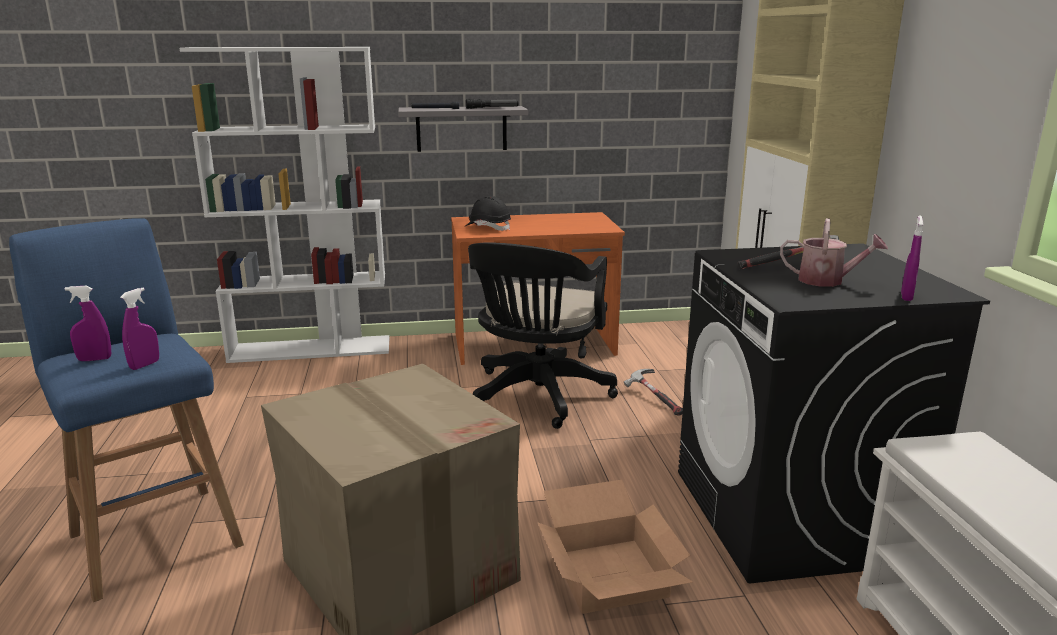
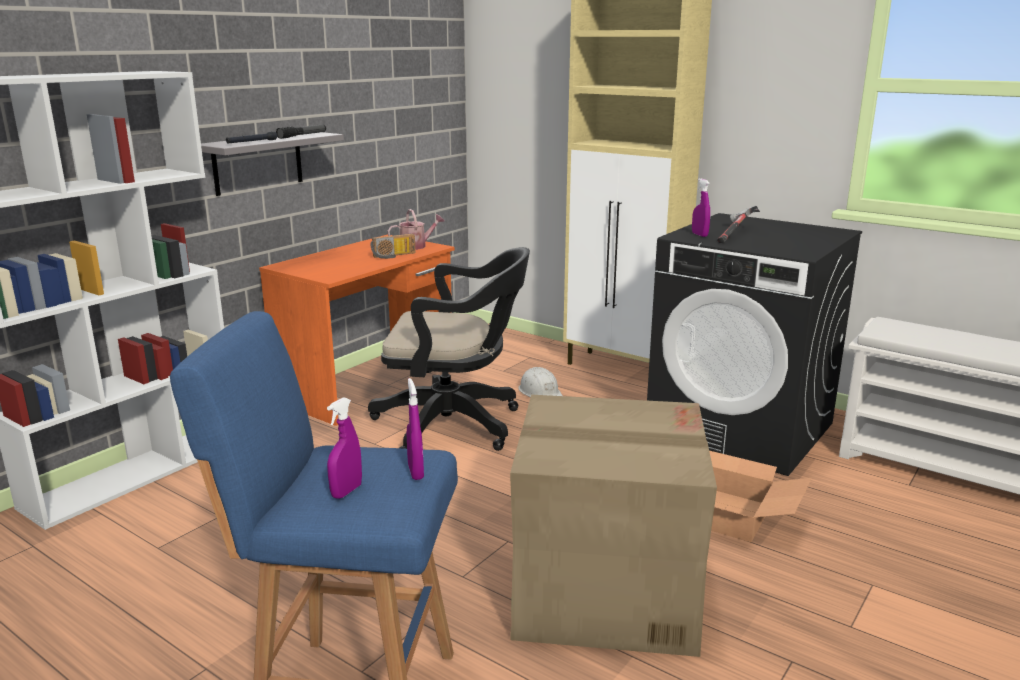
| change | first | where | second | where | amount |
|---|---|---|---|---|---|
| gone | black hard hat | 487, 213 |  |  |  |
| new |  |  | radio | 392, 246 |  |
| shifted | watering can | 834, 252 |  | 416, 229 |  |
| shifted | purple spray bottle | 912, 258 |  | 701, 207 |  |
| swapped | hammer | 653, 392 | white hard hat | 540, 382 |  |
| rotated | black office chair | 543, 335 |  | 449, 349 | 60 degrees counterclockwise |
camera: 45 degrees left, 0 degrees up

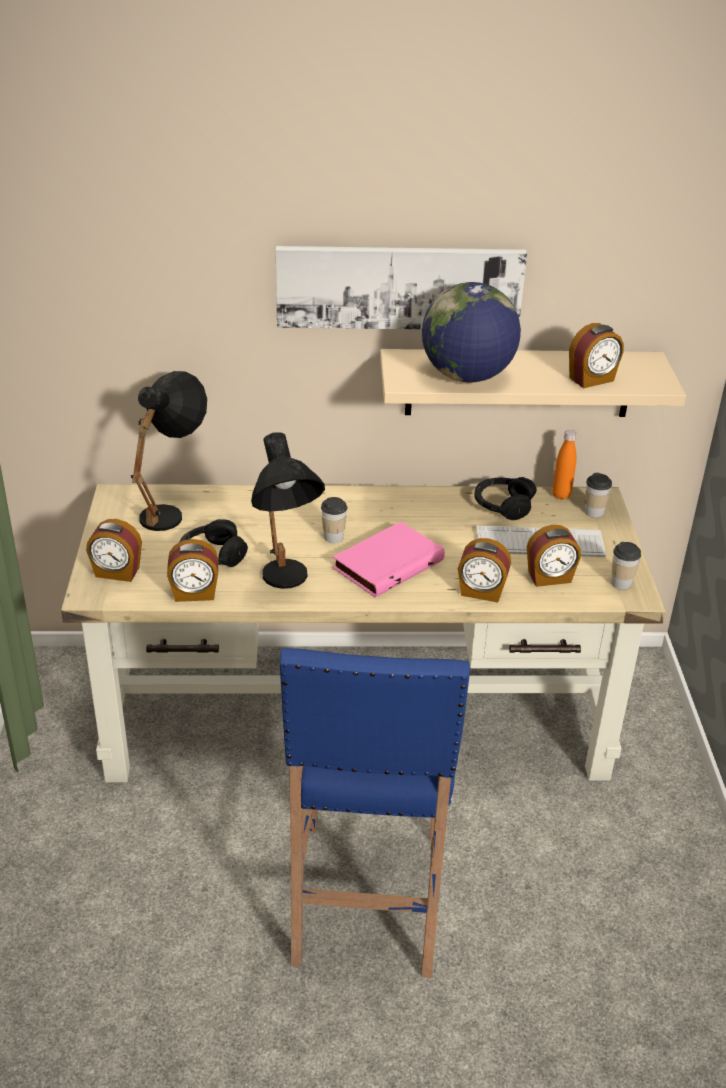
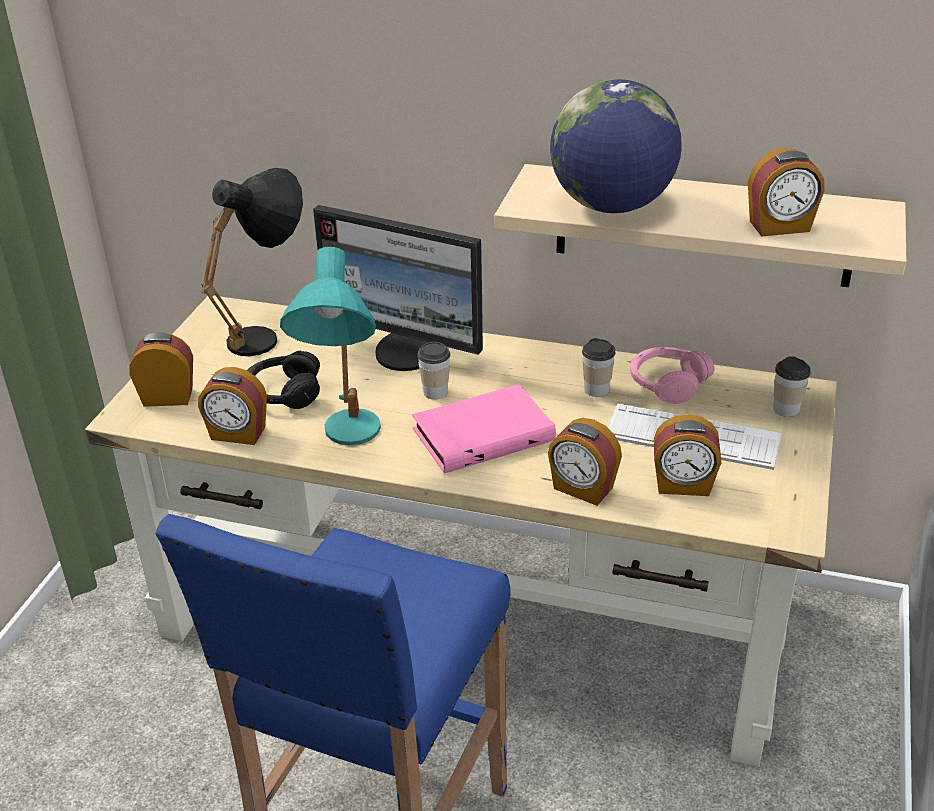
| change | first | where | second | where | amount |
|---|---|---|---|---|---|
| gone | picture | 401, 288 |  |  |  |
| gone | orange bottle | 564, 465 |  |  |  |
| new |  |  | monitor | 398, 288 |  |
| shifted | cup | 626, 566 |  | 599, 367 |  |
| repainted | black table lamp | 288, 510 | turquoise table lamp | 330, 346 |  |
| repainted | black headphones | 505, 498 | pink headphones | 672, 375 |  |
| rotated | alarm clock | 114, 550 |  | 161, 369 | 150 degrees clockwise |
camera: 20 degrees right, 0 degrees up

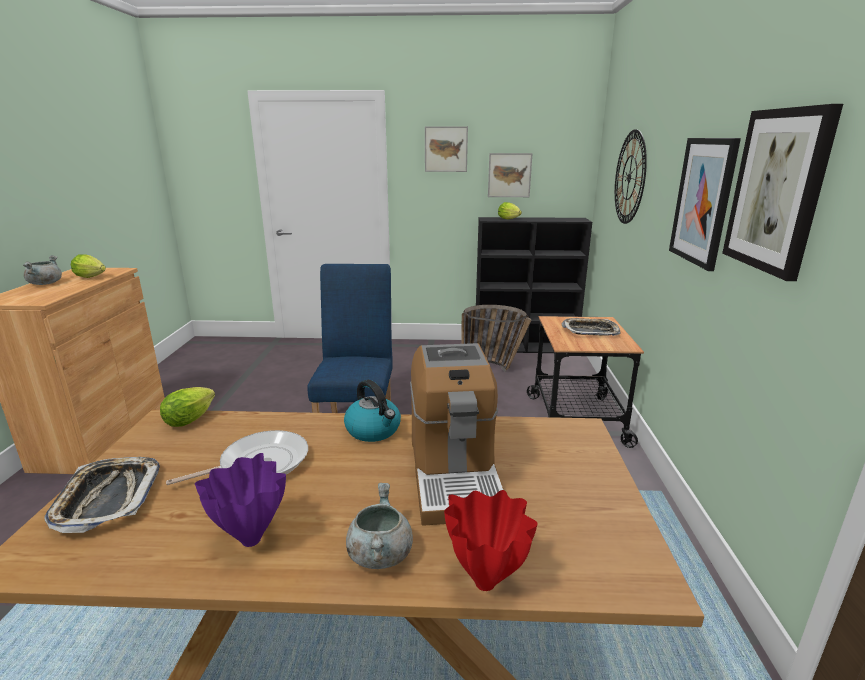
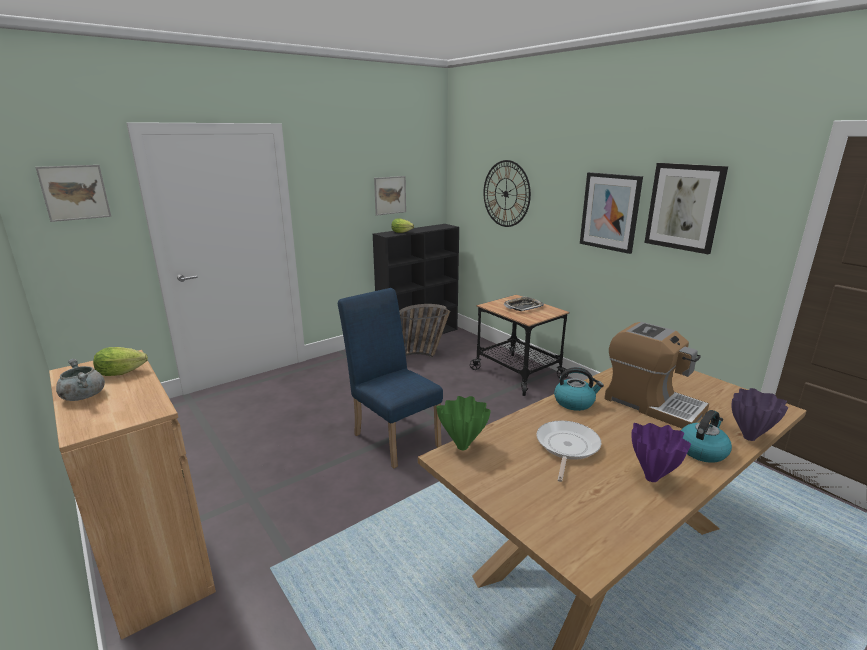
| change | first | where | second | where | amount |
|---|---|---|---|---|---|
| gone | tray | 102, 495 |  |  |  |
| shifted | picture | 446, 149 |  | 73, 193 |  |
| swapped | lettuce | 187, 407 | green vase | 463, 423 |  |
| swapped | grey cooking pot | 379, 526 | kettle | 706, 436 |  |
| repainted | red vase | 491, 540 | purple vase | 760, 414 |  |
camera: 40 degrees left, 0 degrees up

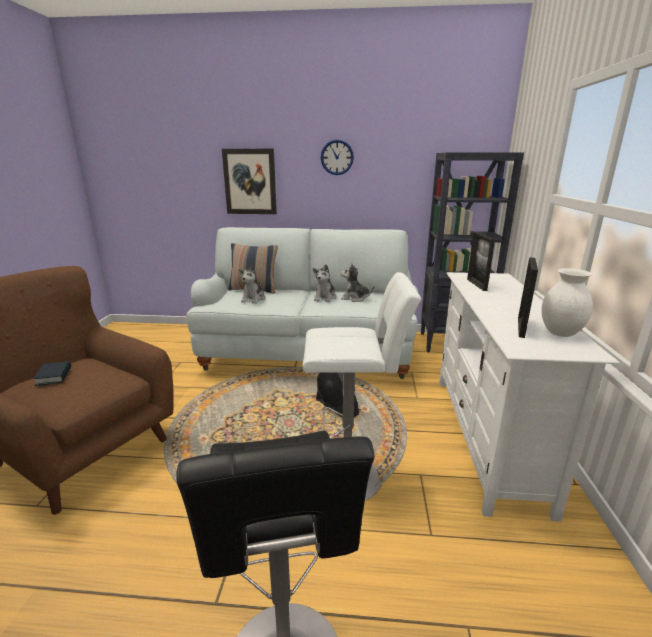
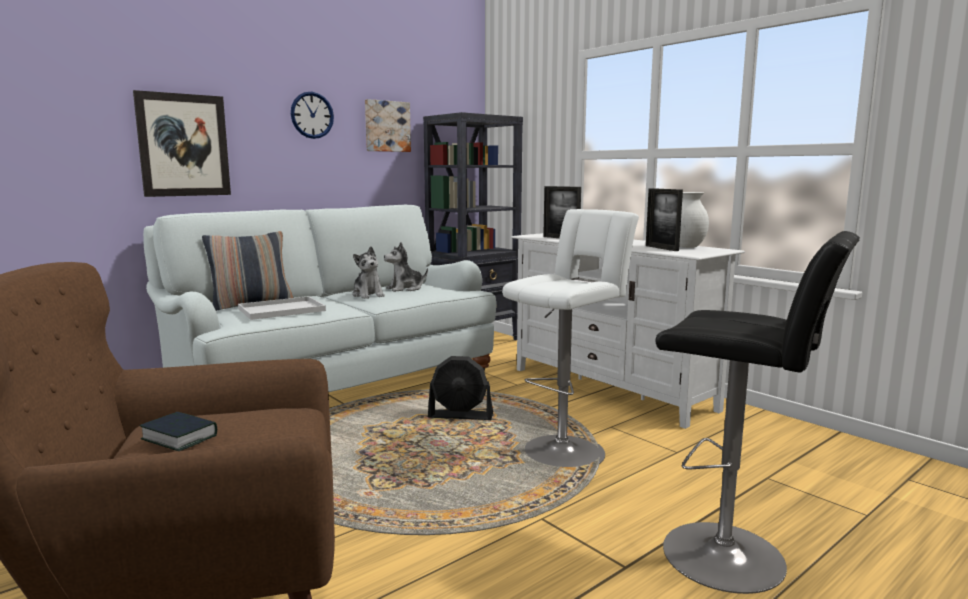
| change | first | where | second | where | amount |
|---|---|---|---|---|---|
| new |  |  | picture | 388, 125 |  |
| swapped | plush toy | 252, 284 | white tray | 282, 308 |  |
camera: 45 degrees left, 10 degrees down

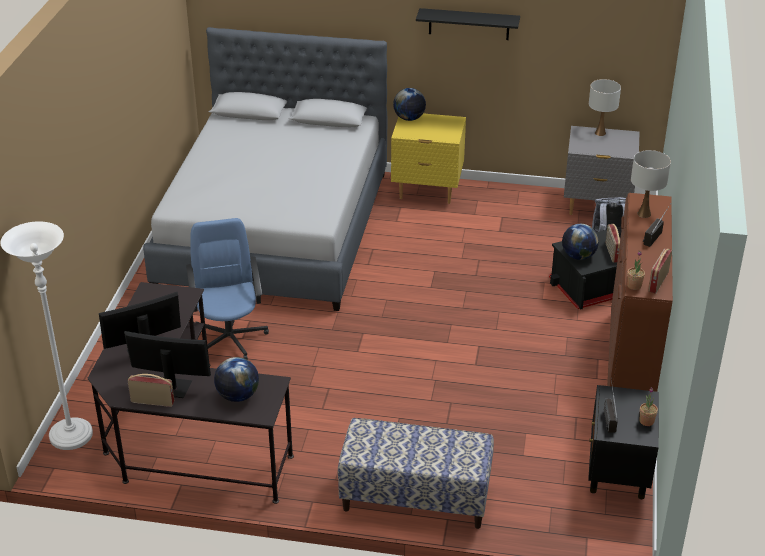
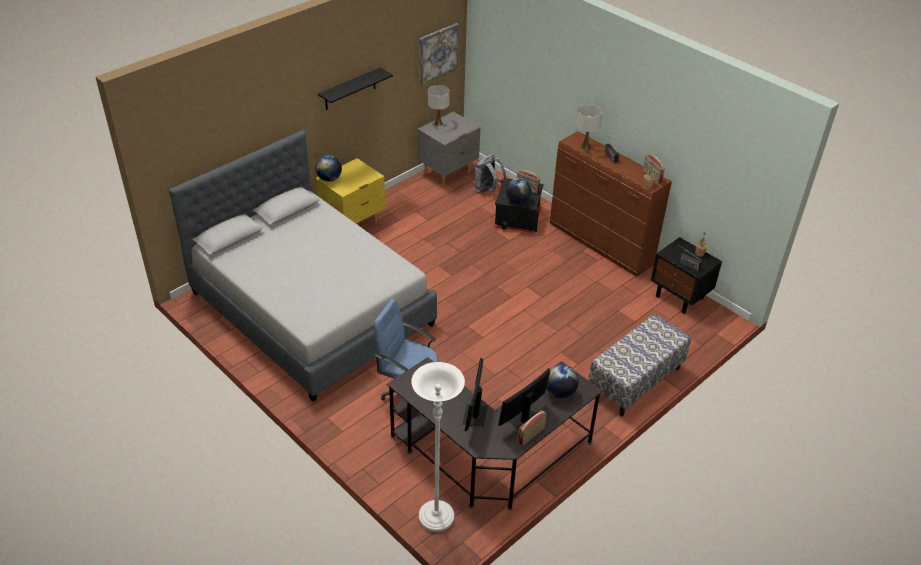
| change | first | where | second | where | amount |
|---|---|---|---|---|---|
| new |  |  | picture | 439, 54 |  |
camera: 55 degrees left, 5 degrees up

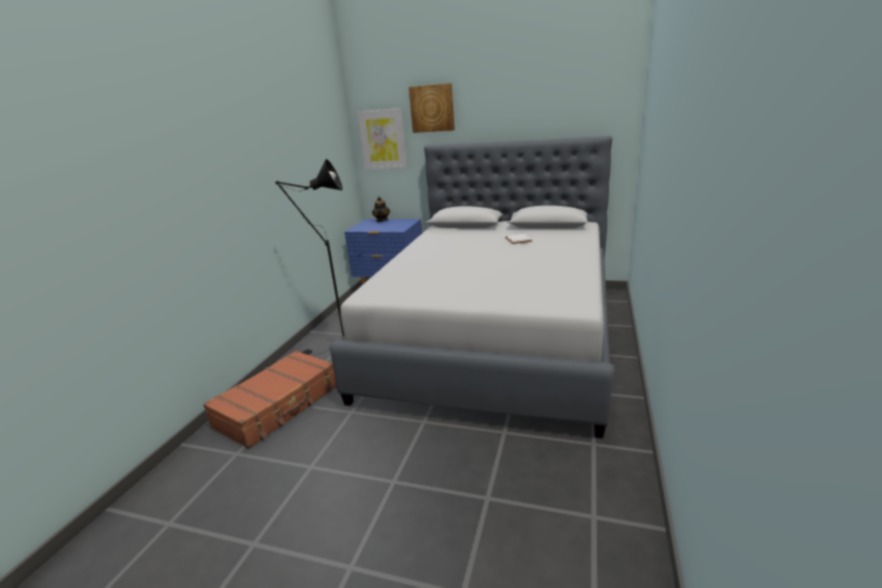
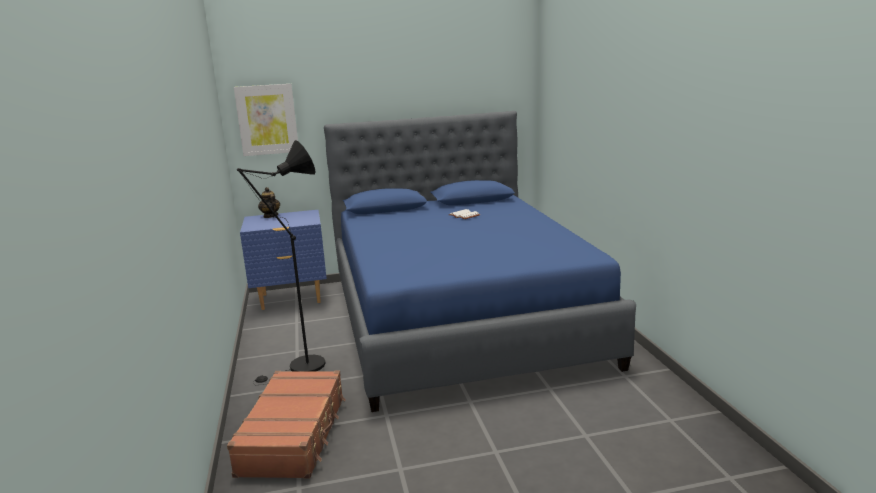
| change | first | where | second | where | amount |
|---|---|---|---|---|---|
| gone | picture | 432, 108 |  |  |  |
| repainted | grey bed | 472, 287 | blue bed | 480, 261 |  |
camera: 30 degrees left, 5 degrees down

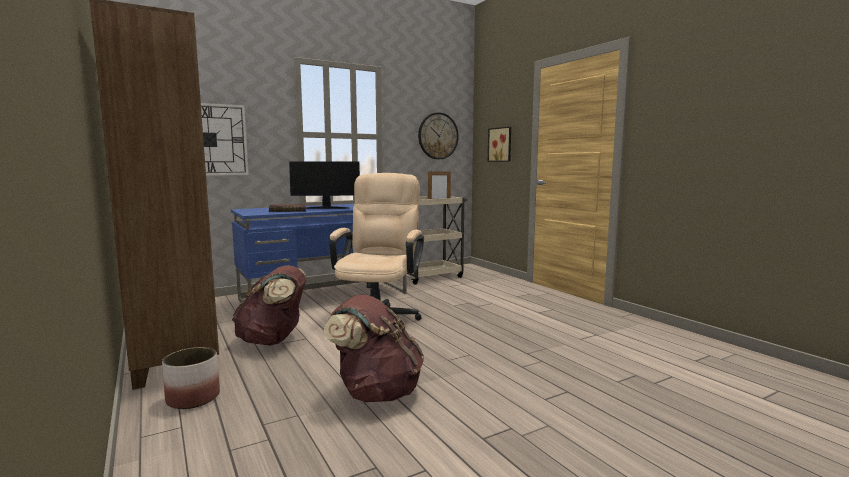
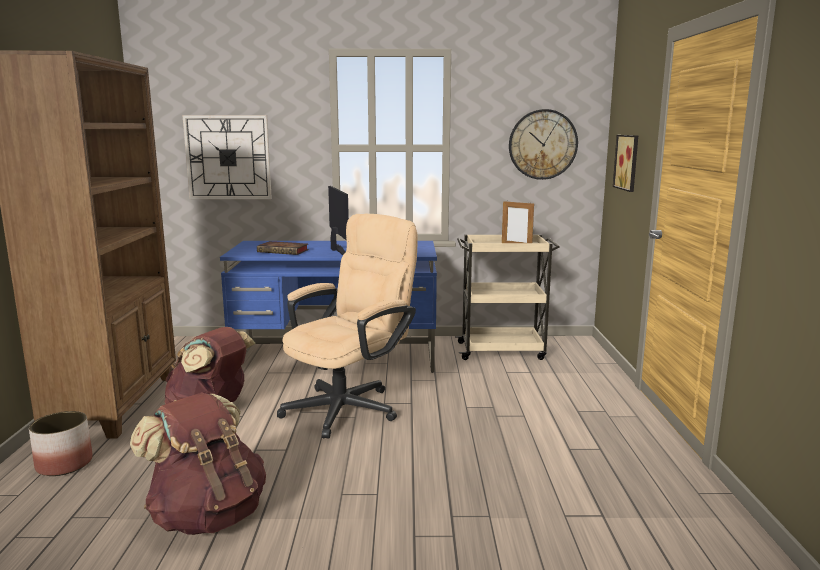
| change | first | where | second | where | amount |
|---|---|---|---|---|---|
| rotated | monitor | 324, 185 |  | 338, 220 | 135 degrees counterclockwise |
camera: 30 degrees right, 5 degrees up

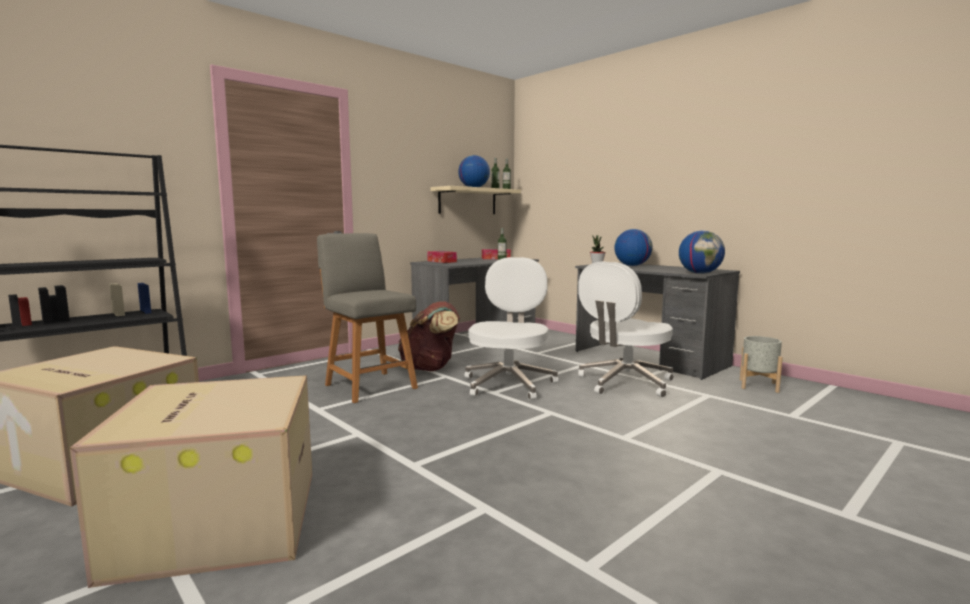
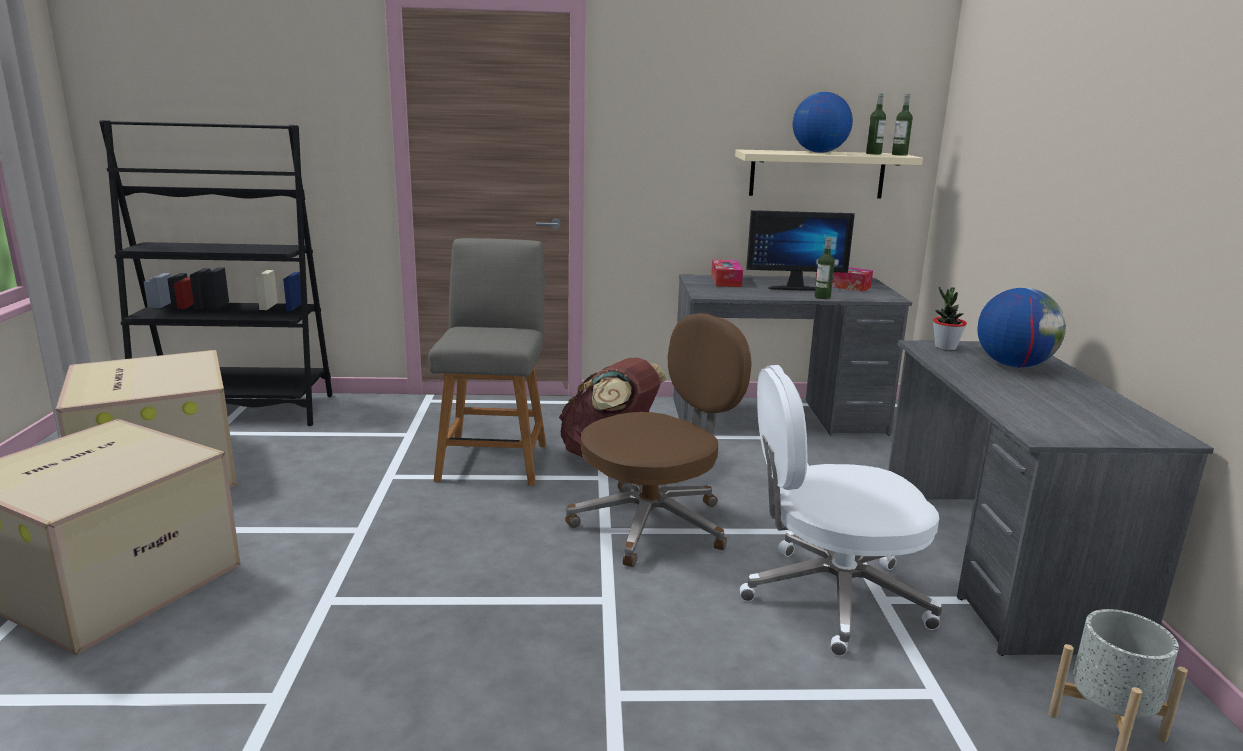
| change | first | where | second | where | amount |
|---|---|---|---|---|---|
| gone | globe | 702, 252 |  |  |  |
| new |  |  | monitor | 800, 250 |  |
| repainted | white office chair | 511, 328 | brown office chair | 658, 440 |  |
camera: 40 degrees right, 10 degrees up

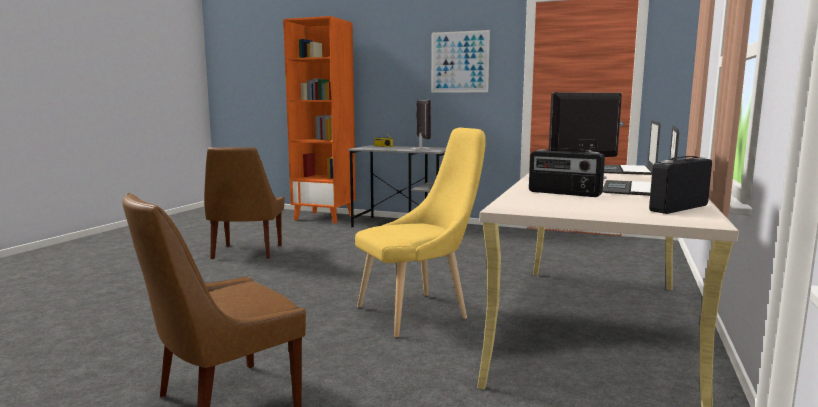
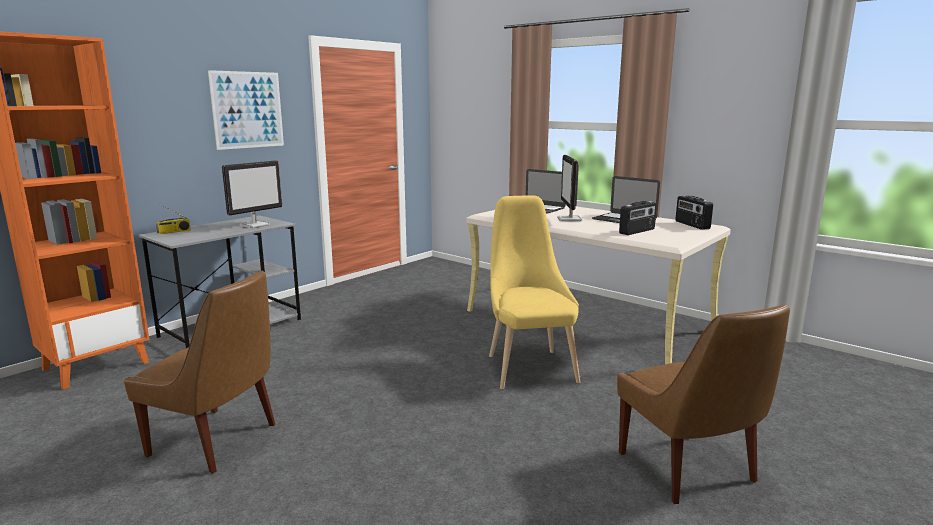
| change | first | where | second | where | amount |
|---|---|---|---|---|---|
| rotated | monitor | 422, 125 |  | 252, 194 | 120 degrees clockwise |
camera: 70 degrees left, 5 degrees up

